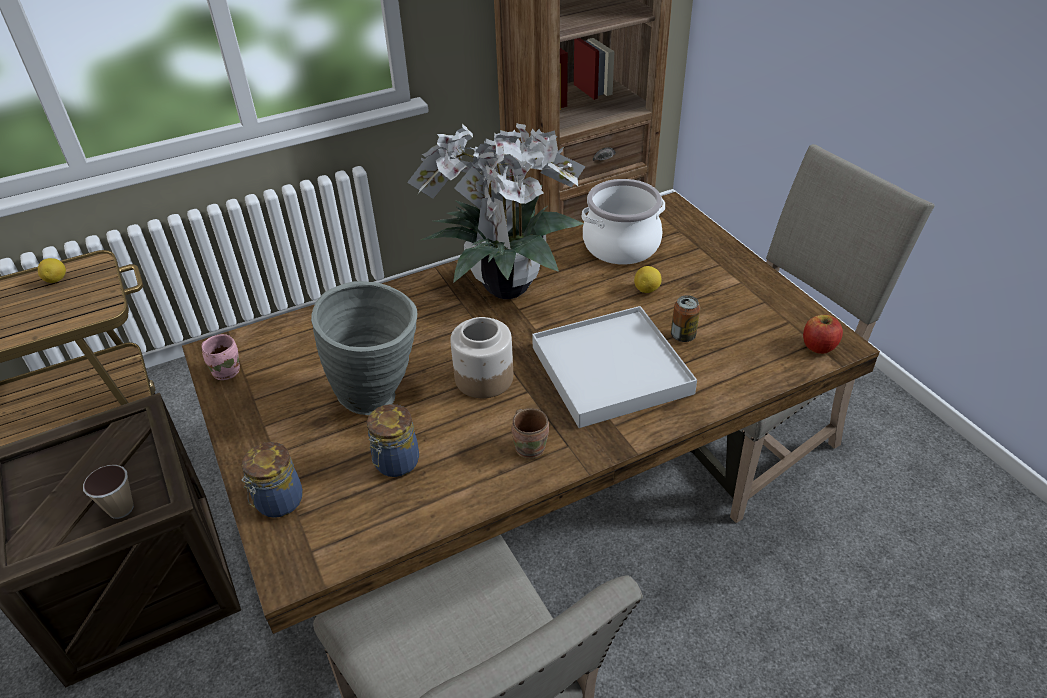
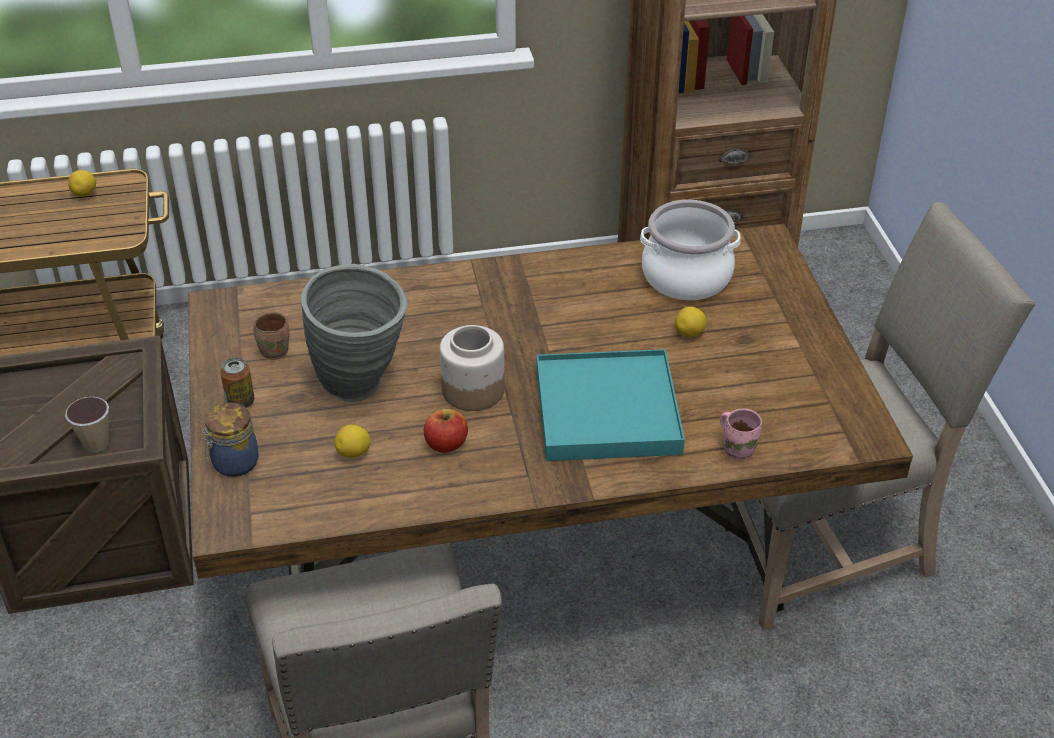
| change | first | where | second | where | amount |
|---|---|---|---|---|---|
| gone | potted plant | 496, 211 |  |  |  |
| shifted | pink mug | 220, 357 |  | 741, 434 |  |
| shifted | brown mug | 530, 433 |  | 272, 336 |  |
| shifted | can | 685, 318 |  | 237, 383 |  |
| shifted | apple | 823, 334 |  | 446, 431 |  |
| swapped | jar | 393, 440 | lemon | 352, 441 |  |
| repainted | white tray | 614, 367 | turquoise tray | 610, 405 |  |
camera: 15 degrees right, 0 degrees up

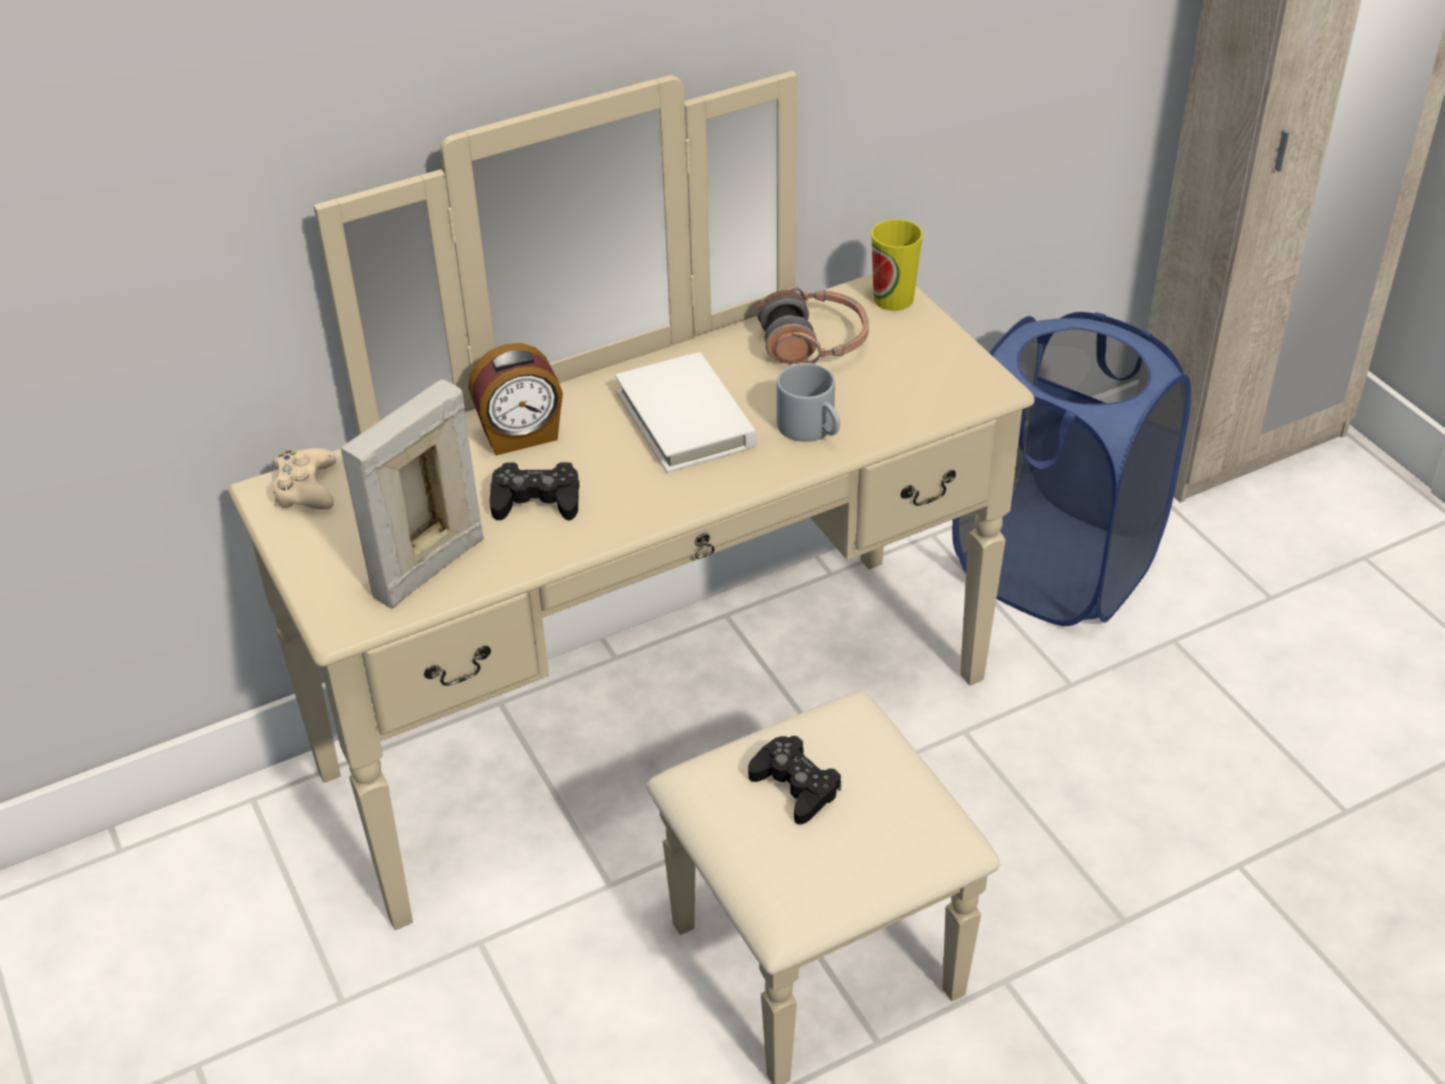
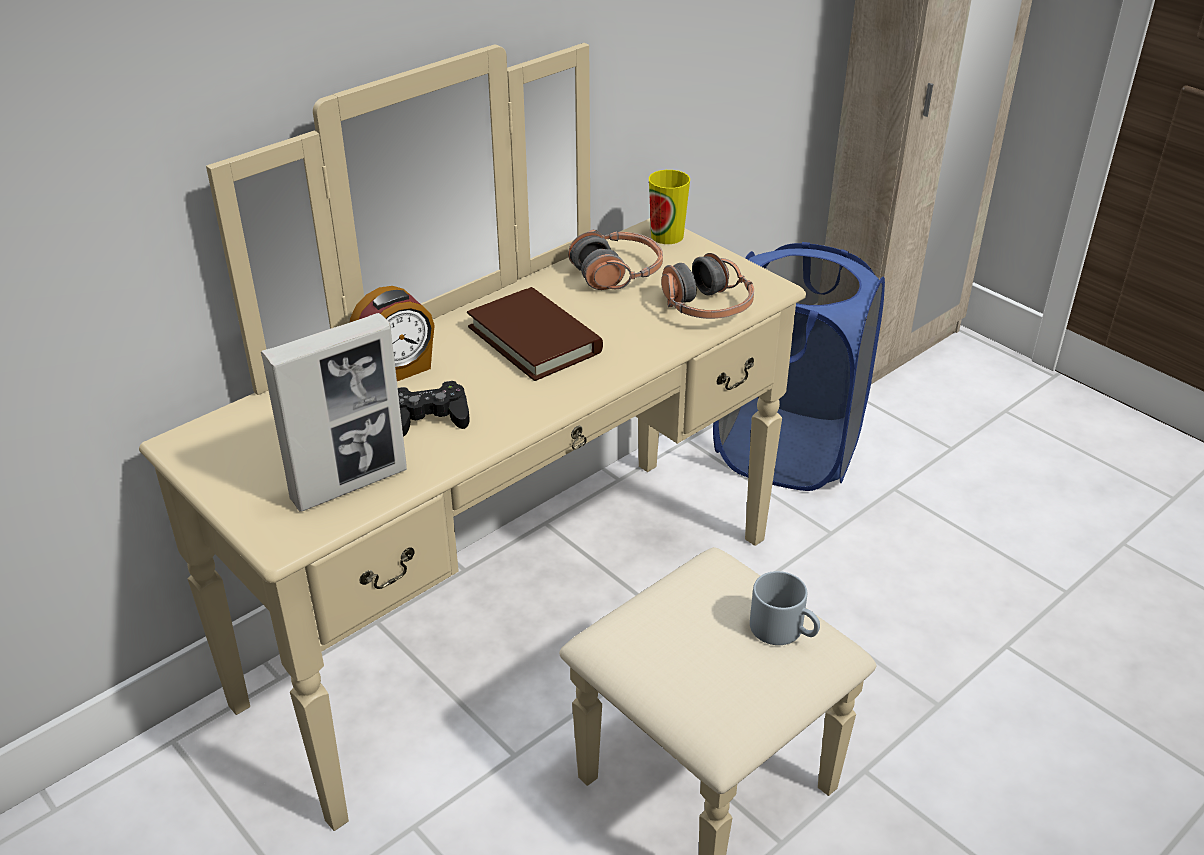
| change | first | where | second | where | amount |
|---|---|---|---|---|---|
| gone | beige game controller | 304, 479 |  |  |  |
| gone | black game controller | 794, 780 |  |  |  |
| new |  |  | headphones | 707, 286 |  |
| shifted | grey mug | 808, 402 |  | 785, 608 |  |
| repainted | white book | 686, 412 | brown book | 535, 334 |  |
| rotated | picture frame | 412, 493 |  | 334, 412 | 150 degrees counterclockwise |
camera: 15 degrees left, 5 degrees down

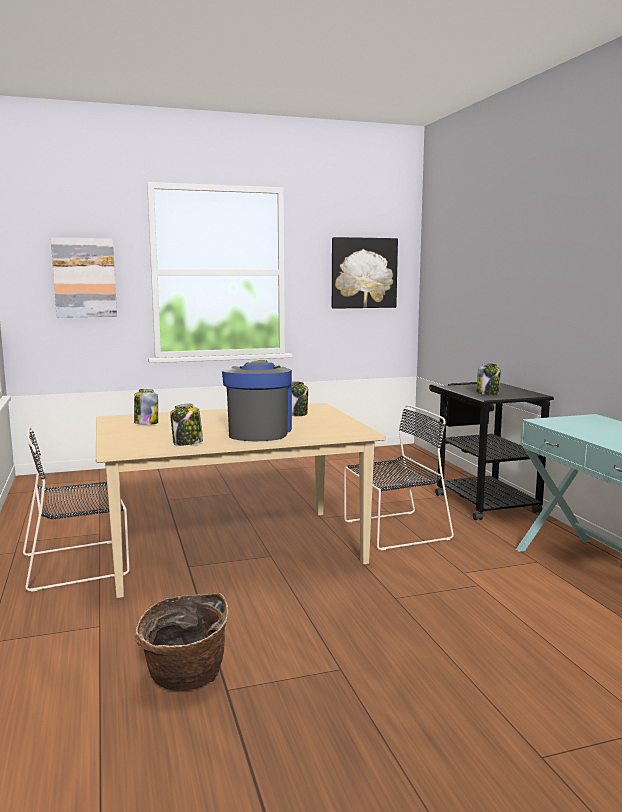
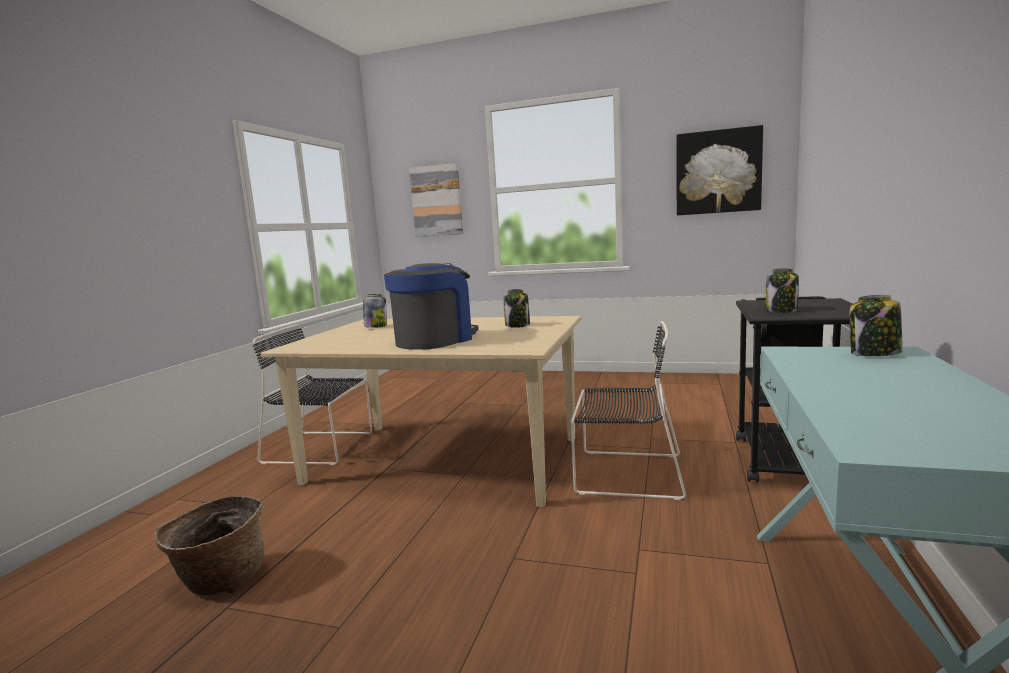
| change | first | where | second | where | amount |
|---|---|---|---|---|---|
| shifted | jar | 186, 425 |  | 876, 325 |  |
camera: 35 degrees right, 0 degrees up

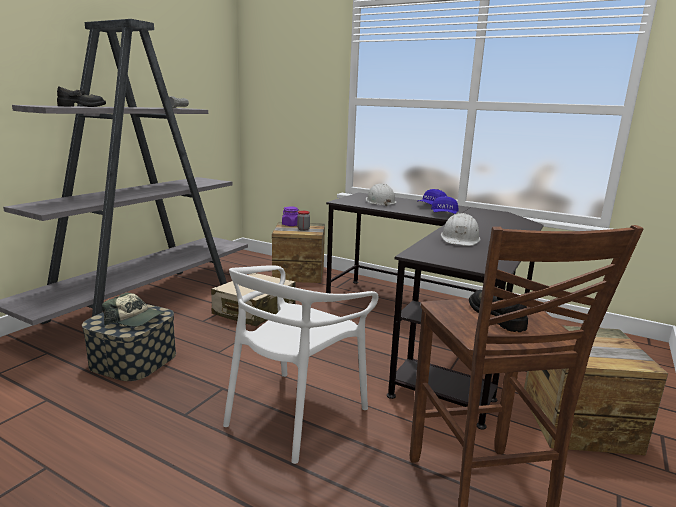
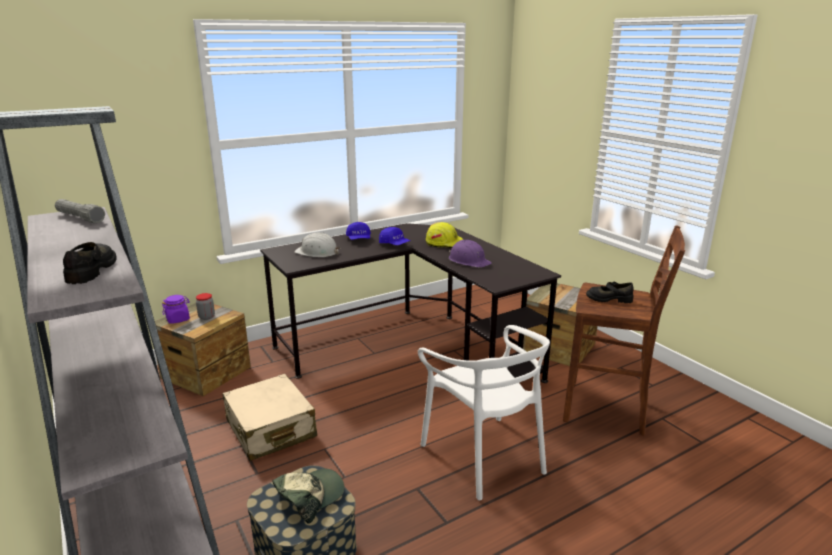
| change | first | where | second | where | amount |
|---|---|---|---|---|---|
| new |  |  | yellow hard hat | 444, 235 |  |
| repainted | white hard hat | 461, 229 | purple hard hat | 470, 254 |  |
camera: 60 degrees left, 5 degrees up

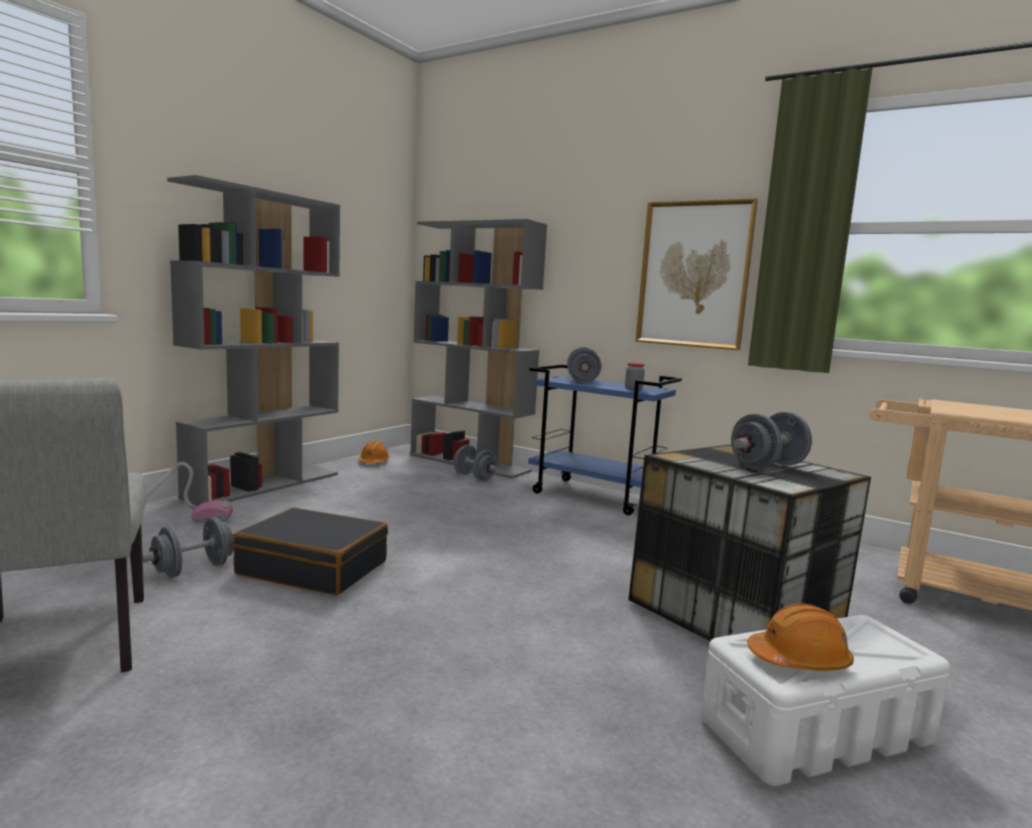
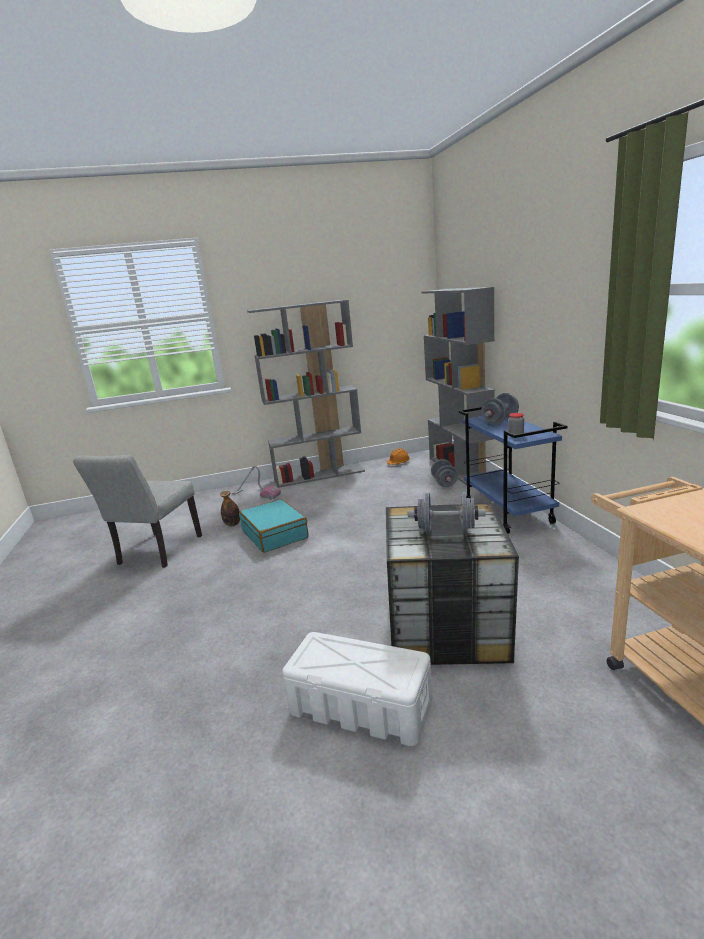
| change | first | where | second | where | amount |
|---|---|---|---|---|---|
| gone | picture | 697, 274 |  |  |  |
| gone | orange hard hat | 801, 637 |  |  |  |
| swapped | grey dumbbell | 188, 547 | bottle | 230, 508 |  |
| repainted | black suitcase | 310, 551 | turquoise suitcase | 273, 526 |  |
camera: 45 degrees right, 10 degrees up

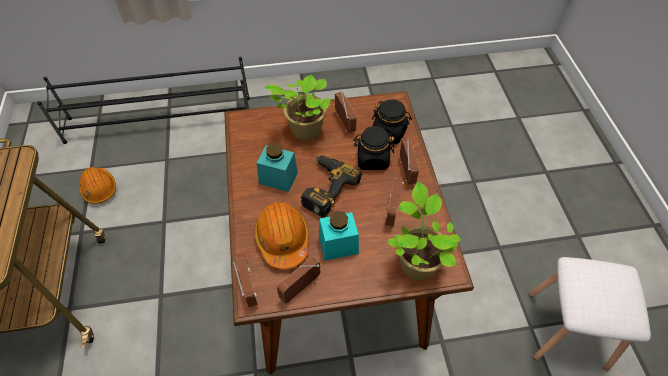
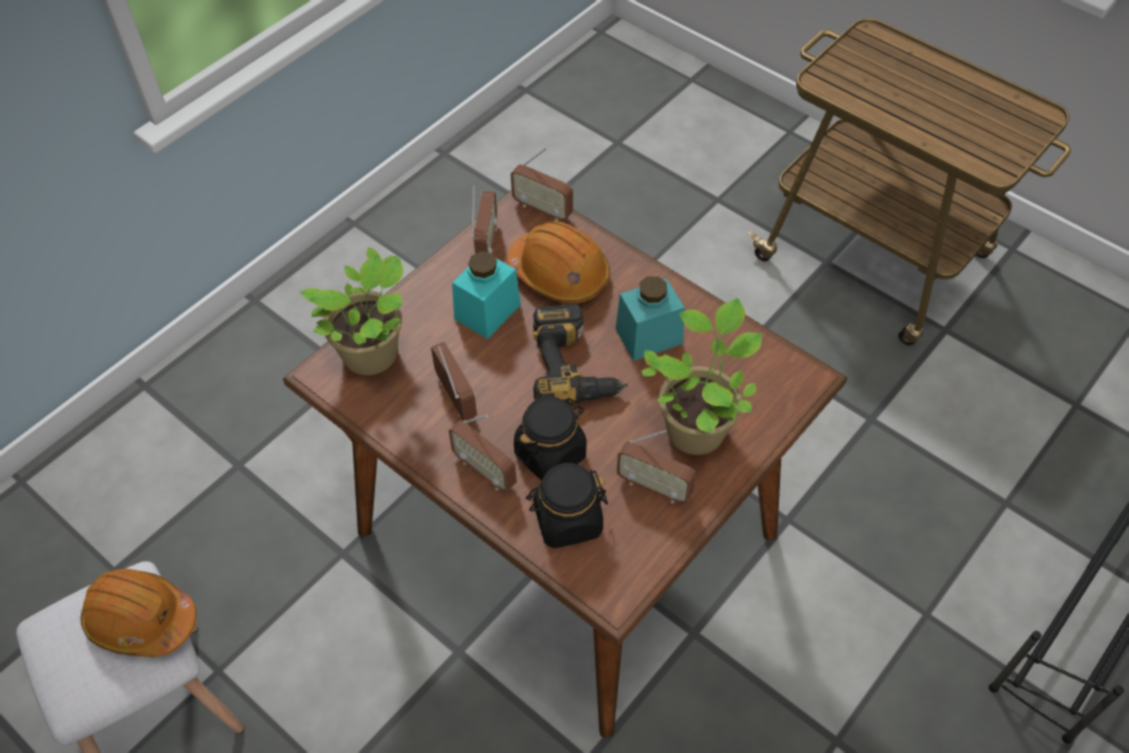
| change | first | where | second | where | amount |
|---|---|---|---|---|---|
| shifted | orange hard hat | 97, 185 |  | 138, 613 |  |
camera: 140 degrees right, 0 degrees up

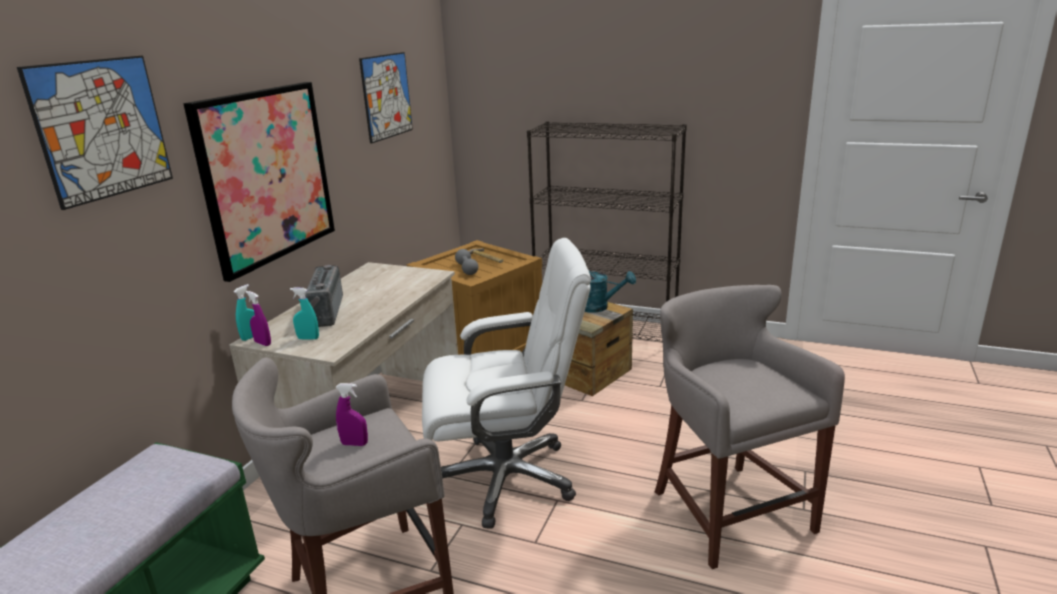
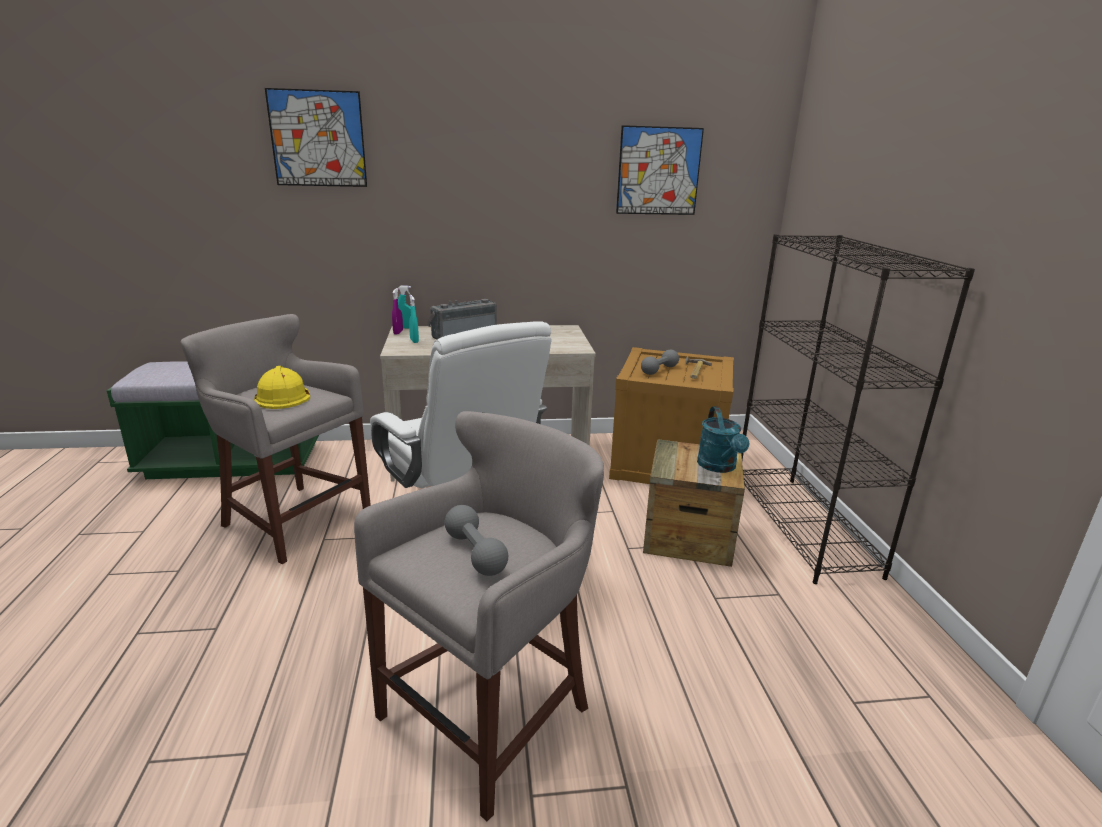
| change | first | where | second | where | amount |
|---|---|---|---|---|---|
| gone | picture | 259, 182 |  |  |  |
| new |  |  | grey dumbbell | 476, 540 |  |
| swapped | purple spray bottle | 352, 414 | yellow hard hat | 282, 387 |  |
camera: 60 degrees right, 0 degrees up

